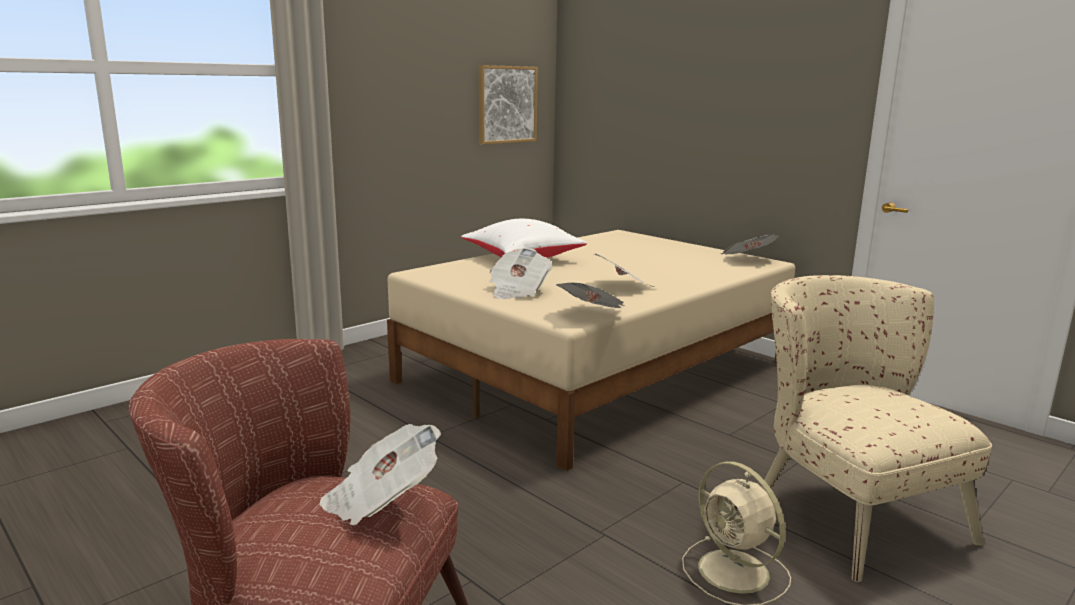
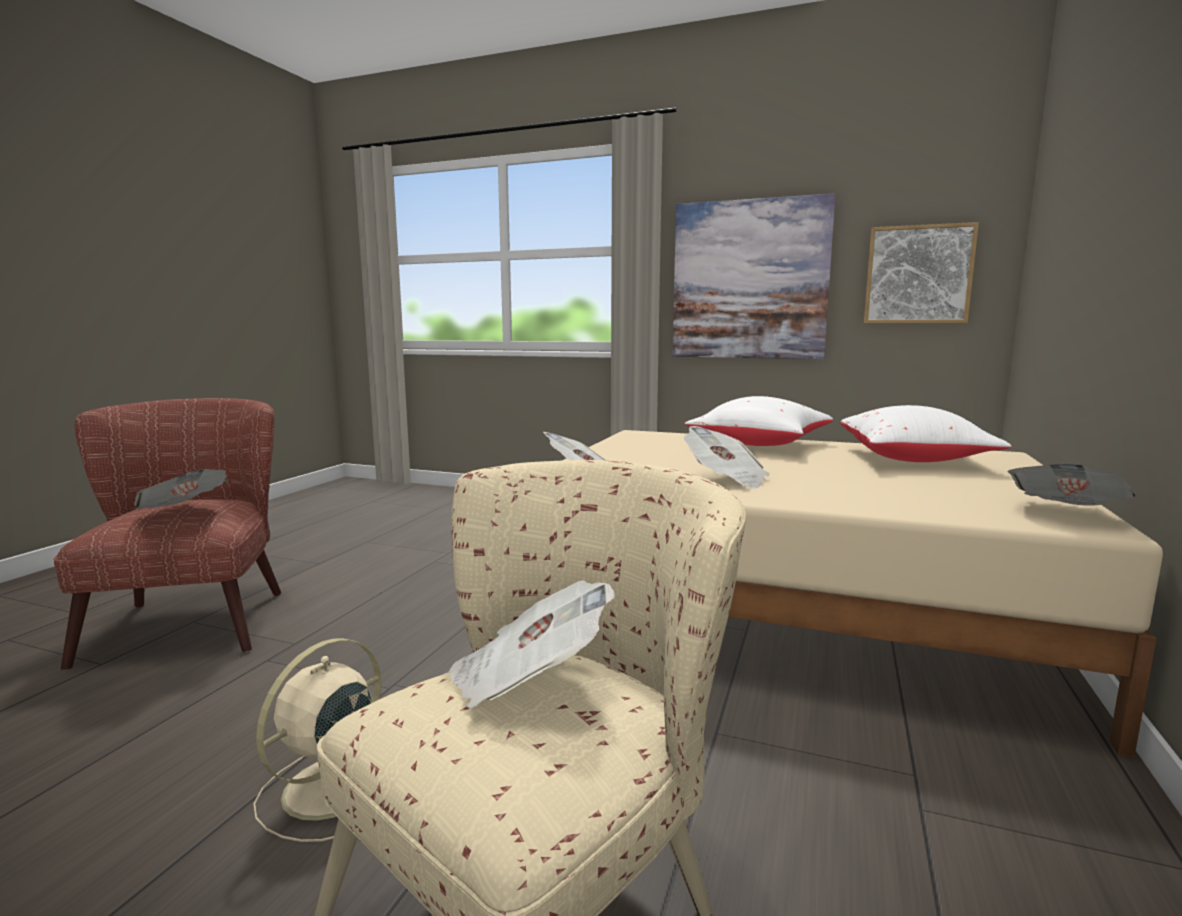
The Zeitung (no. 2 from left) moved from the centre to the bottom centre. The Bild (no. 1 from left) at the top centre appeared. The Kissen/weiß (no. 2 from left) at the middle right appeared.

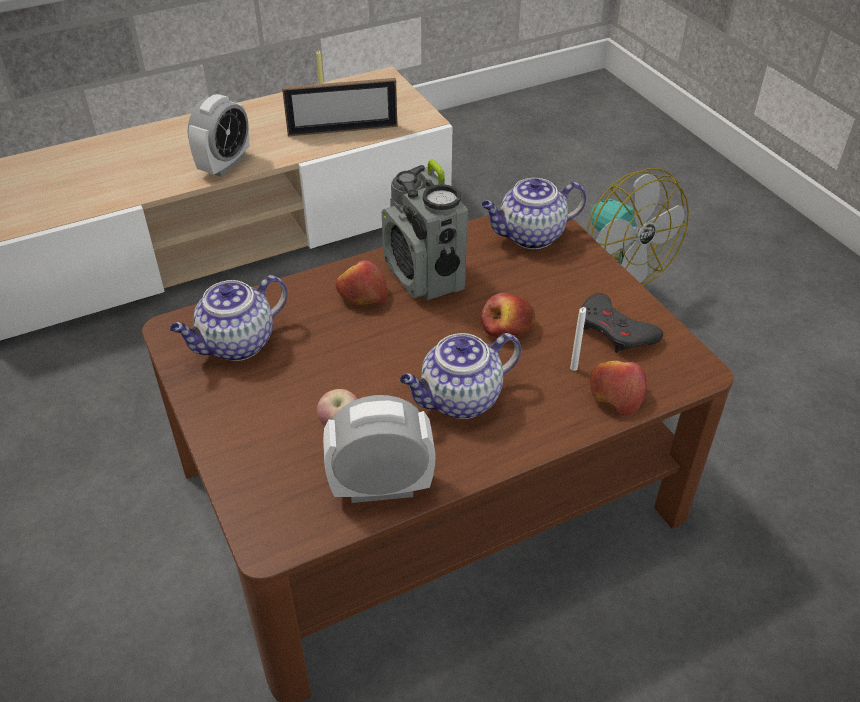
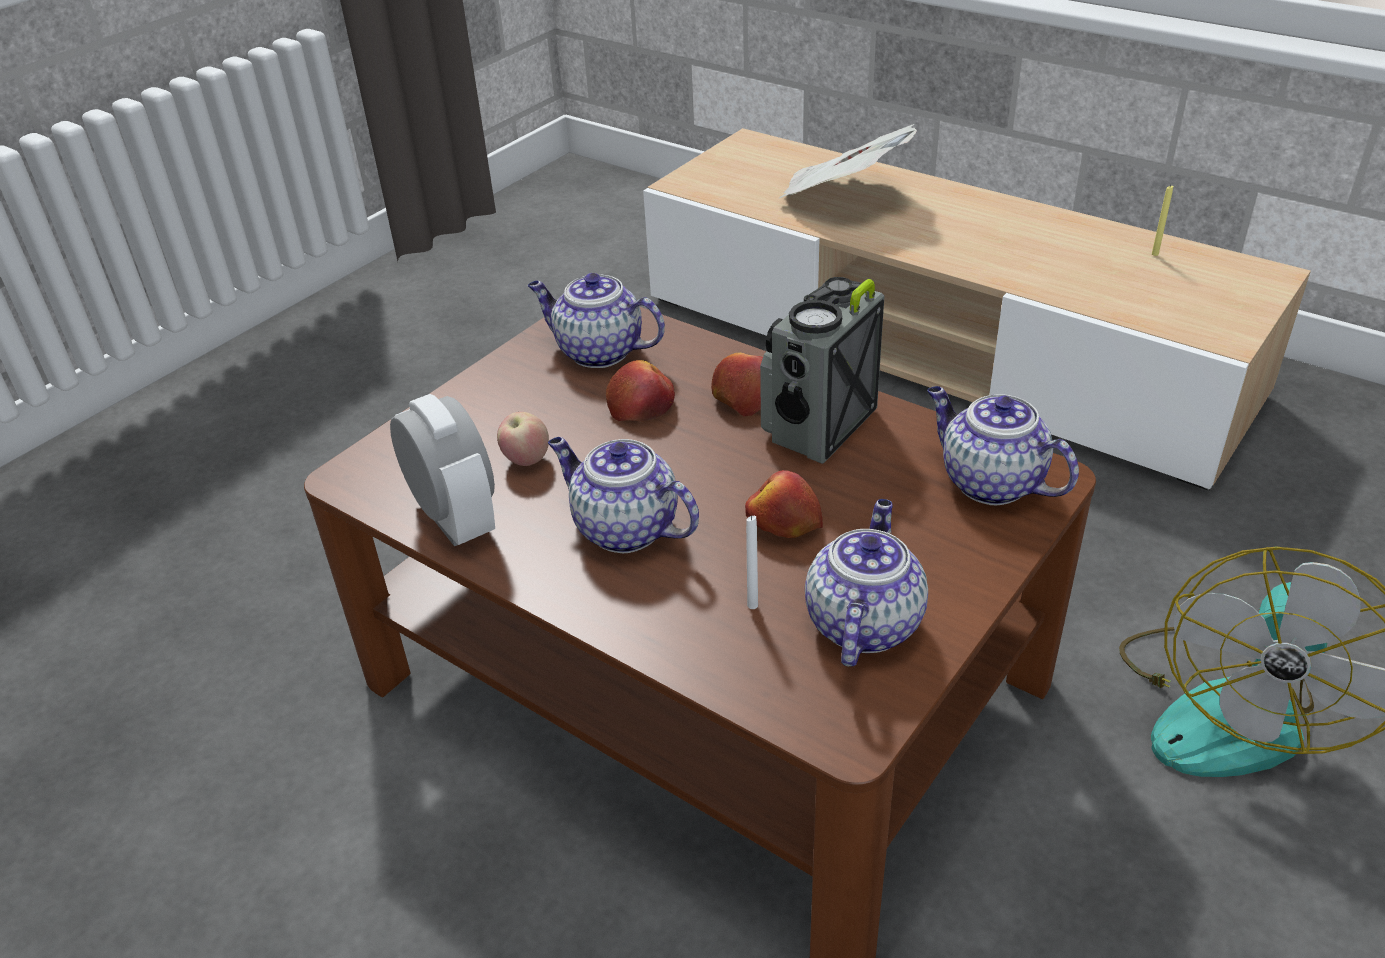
The Bilderrahmen at the top centre disappeared. The Wecker (no. 1 from left) at the top left disappeared. The Gamepad/grau at the middle right was replaced by the Teekanne (no. 3 from left) at the centre. The Apfel (no. 4 from left in the first image) moved from the middle right to the centre. The Zeitung at the top centre appeared.

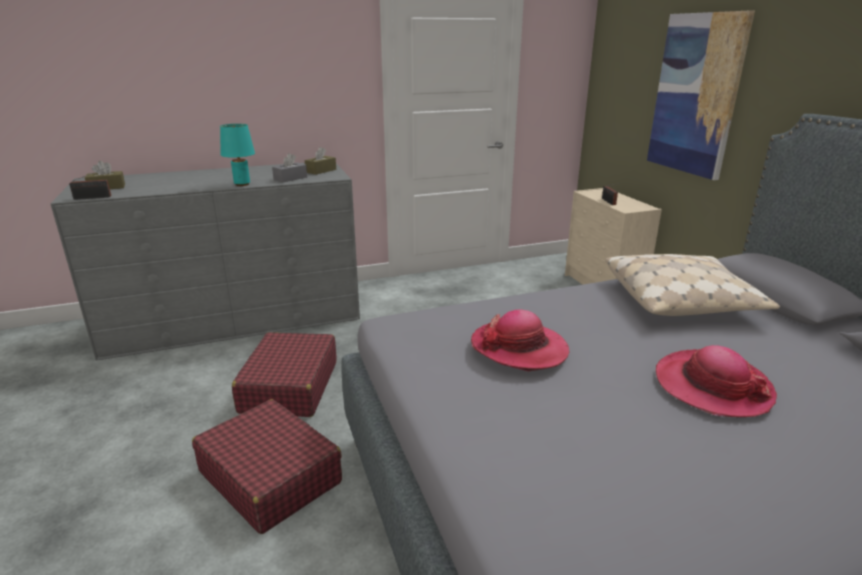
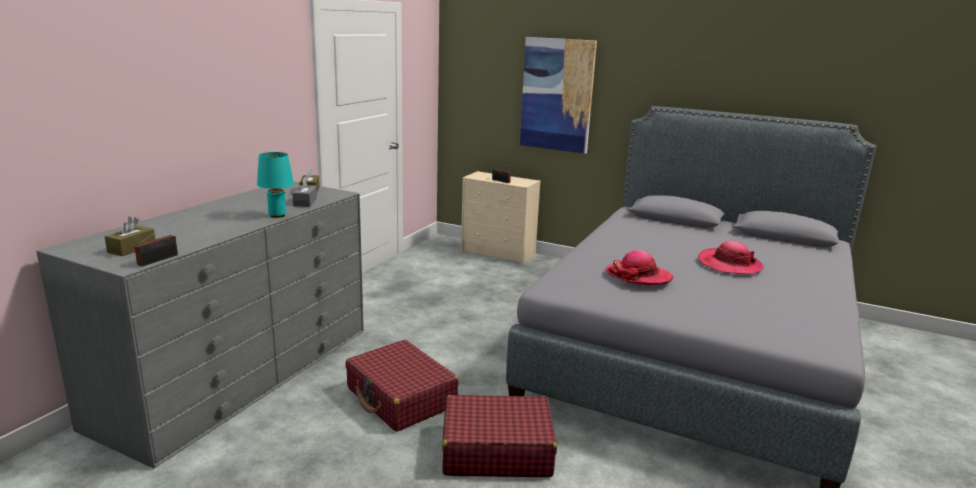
The Kissen/beige at the middle right disappeared.

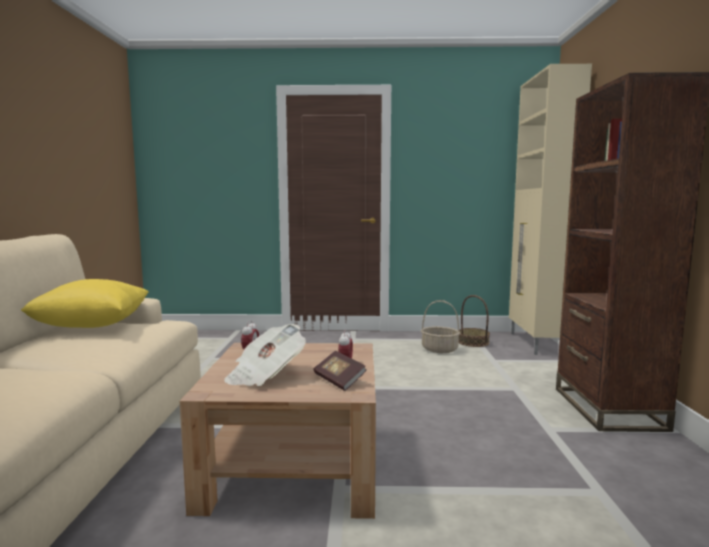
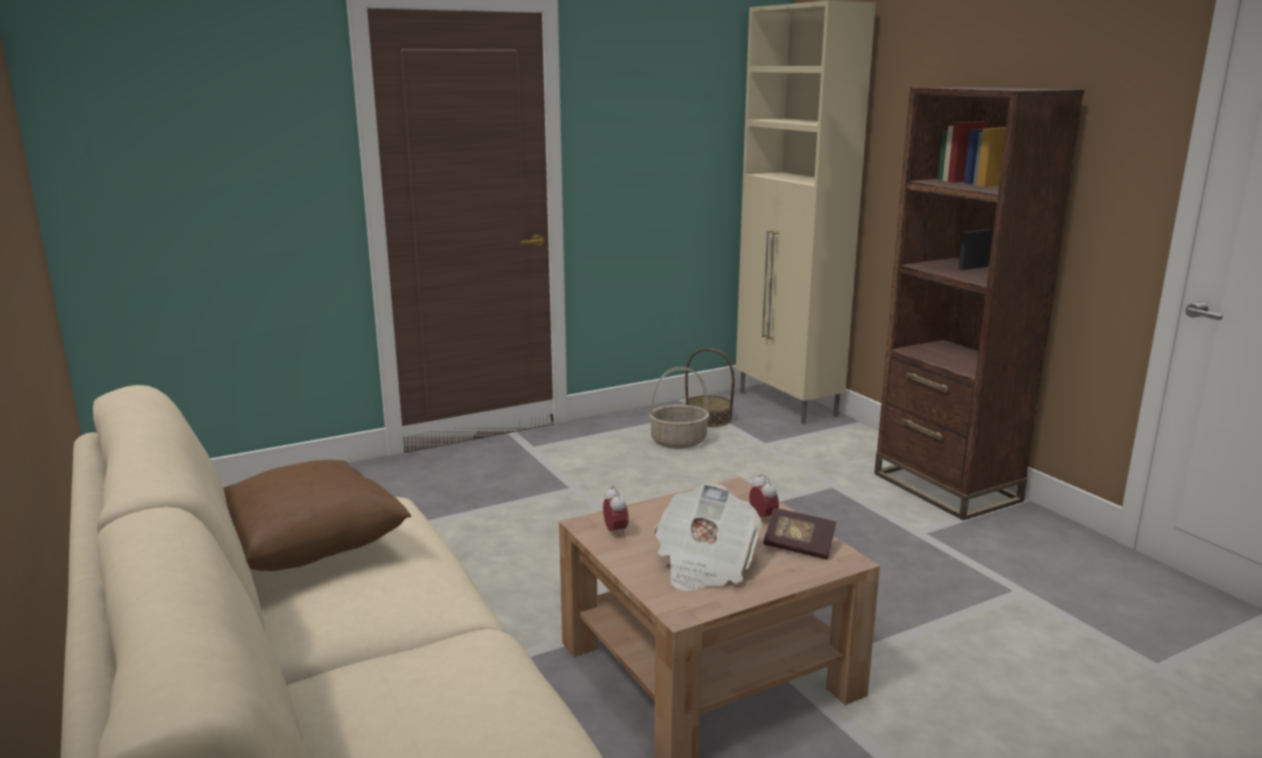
The Kissen/gelb at the middle left became the Kissen/braun at the bottom left.

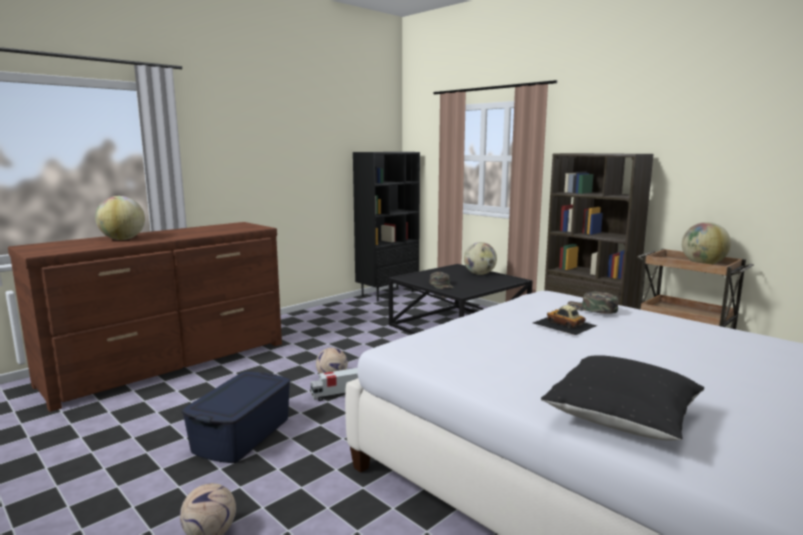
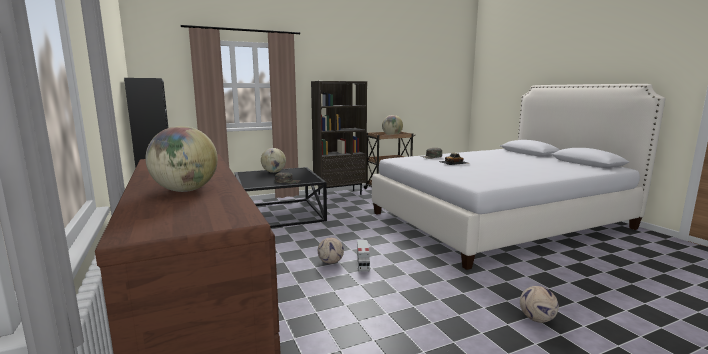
The Kissen/schwarz at the bottom right disappeared. The Aufbewahrungsbox/blau at the bottom left disappeared.

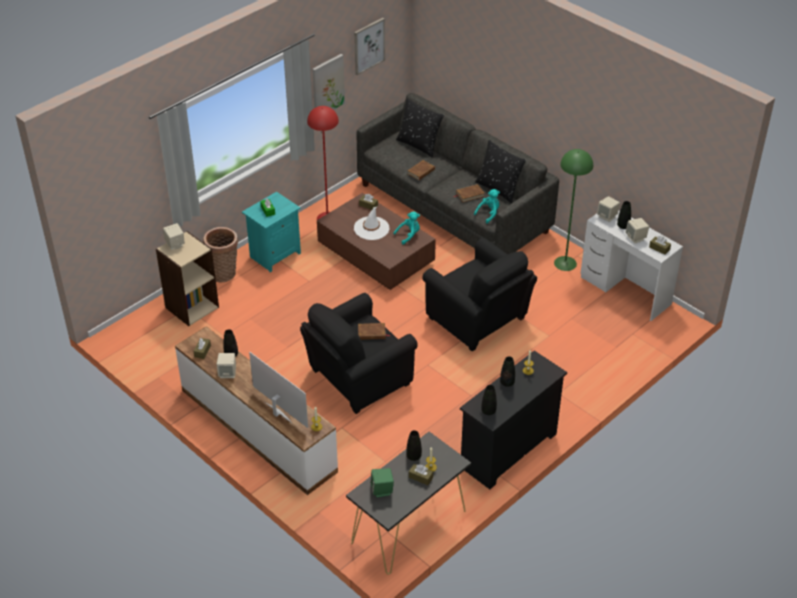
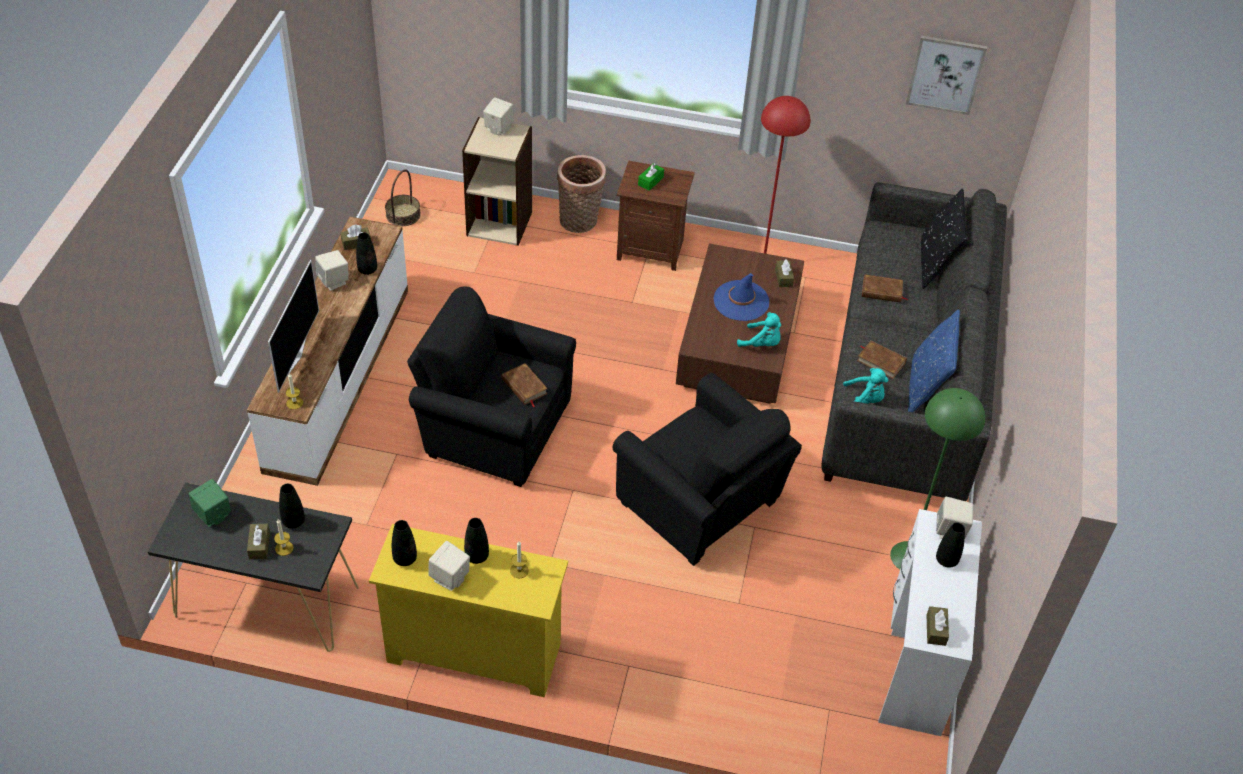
The Bild (no. 1 from left) at the top centre disappeared. The Kissen/schwarz (no. 2 from left) at the top centre became the Kissen/blau at the middle right. The Nachttisch/türkis at the centre became the Nachttisch/braun at the top centre. The Hut/weiß at the centre became the Hut/blau at the centre. The Lautsprecher/beige (no. 4 from left in the first image) moved from the middle right to the bottom centre. The Sessel/schwarz (no. 2 from left) at the centre turned 60 degrees counterclockwise. The Kommode/schwarz at the bottom centre became the Kommode/gelb at the bottom centre. The Korb (no. 1 from left) at the top left appeared.

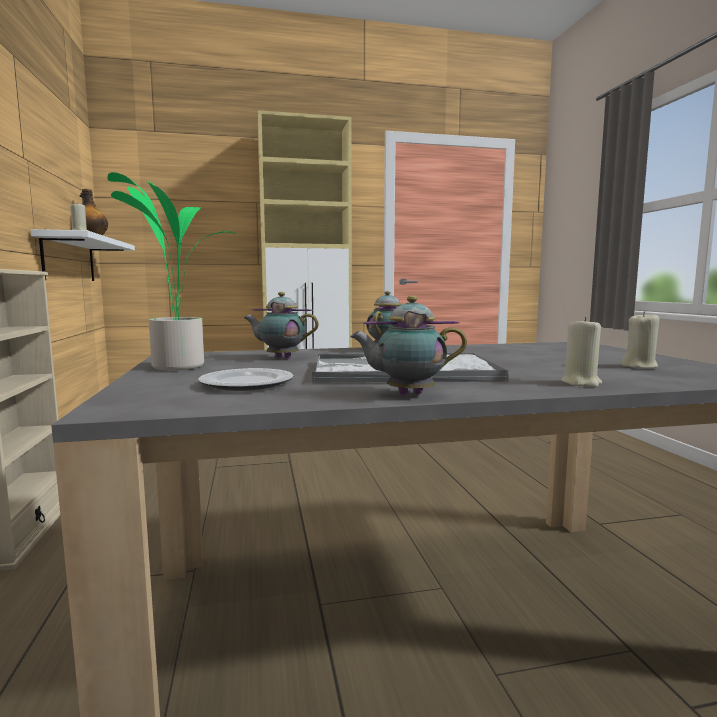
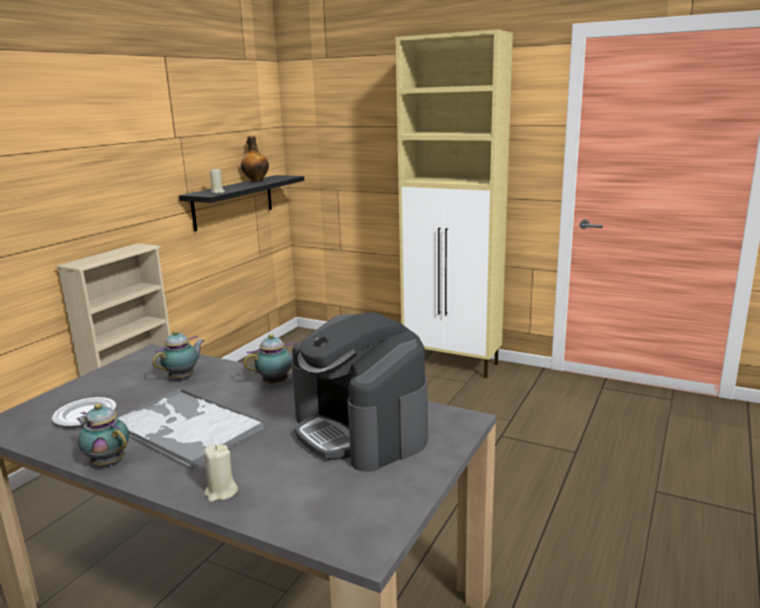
The Topfpflanze at the middle left disappeared. The Wandregal/weiß at the middle left became the Wandregal/schwarz at the middle left. The Teekanne (no. 1 from left in the first image) at the centre turned 75 degrees clockwise. The Kerze/beige (no. 3 from left) at the middle right disappeared. The Kaffeemaschine at the centre appeared.

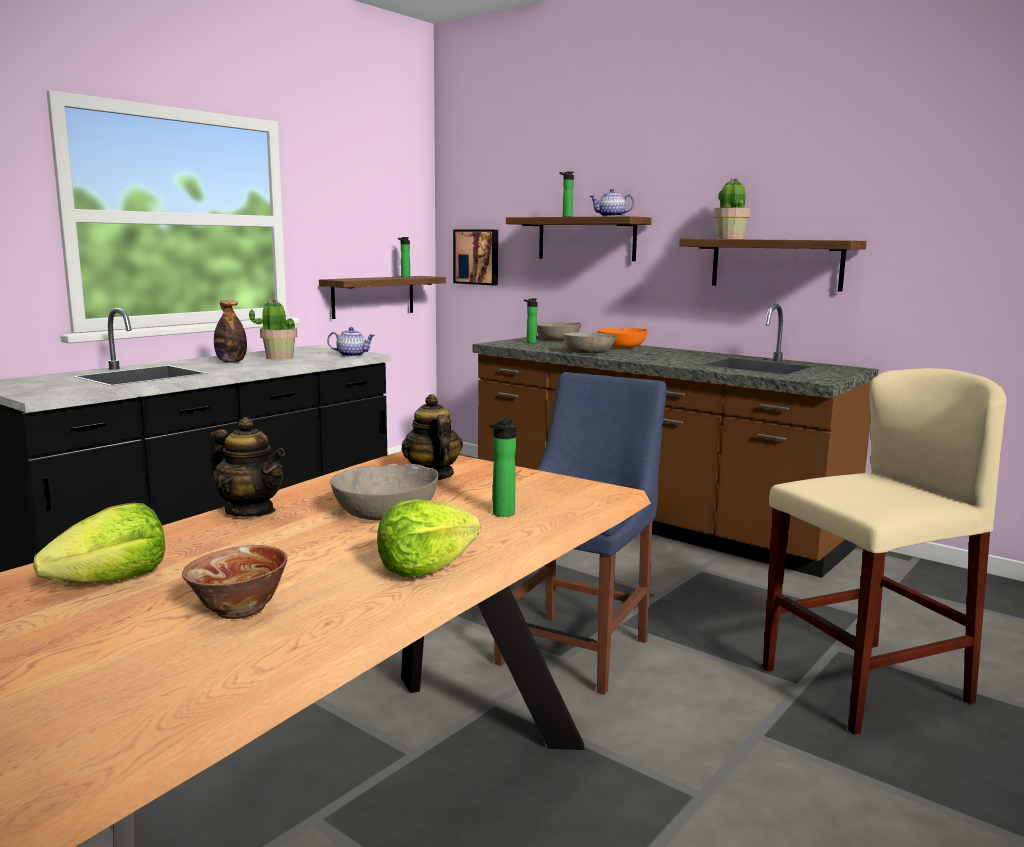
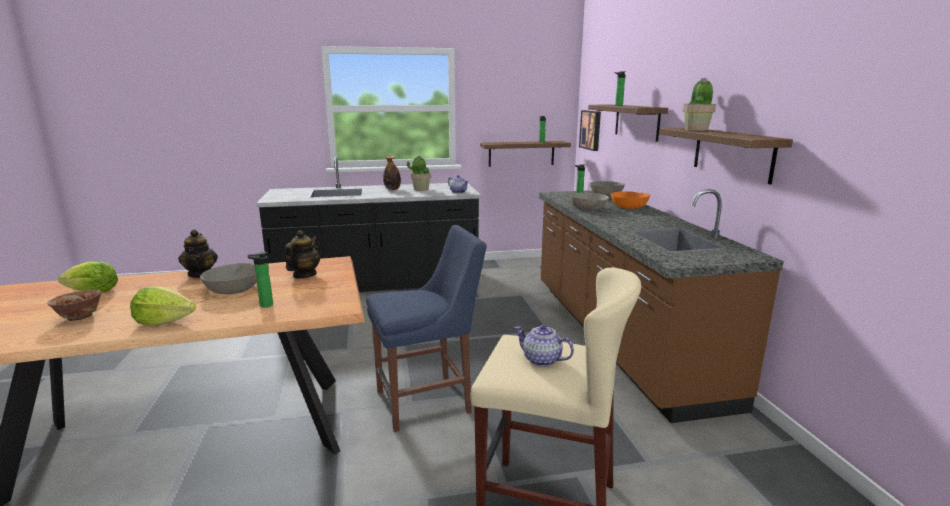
The Teekanne (no. 4 from left) moved from the top centre to the bottom centre.

